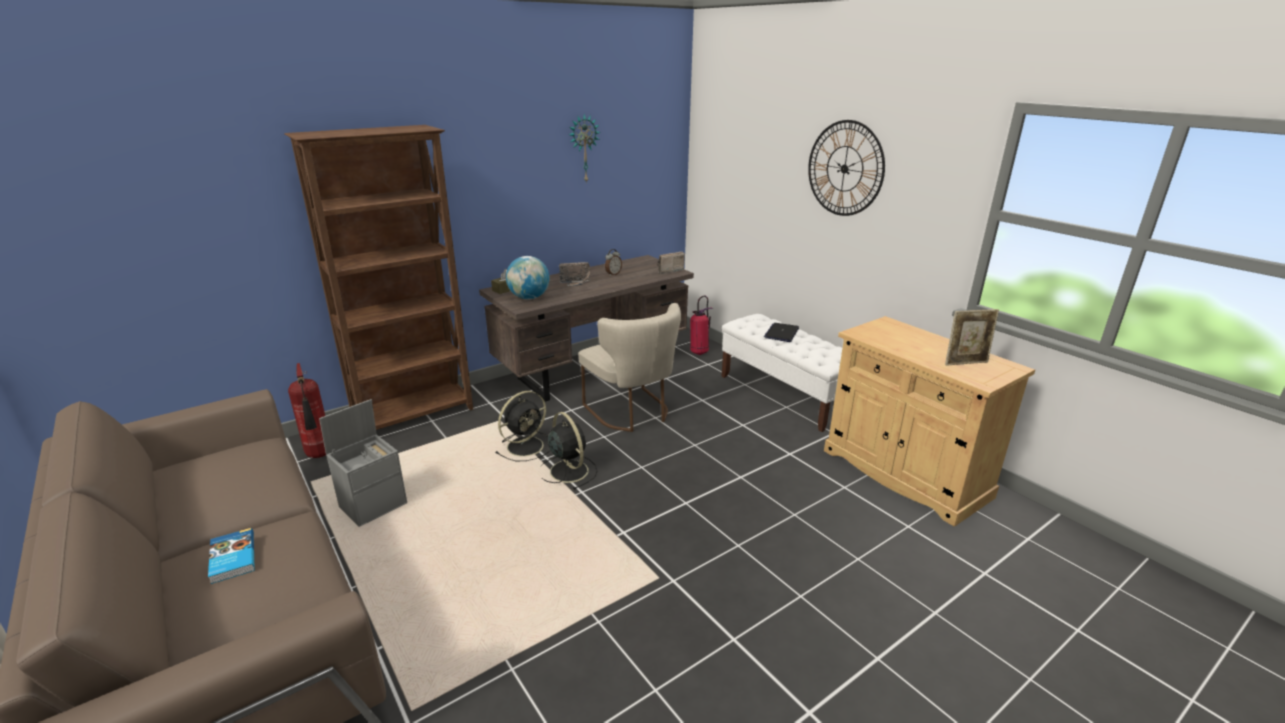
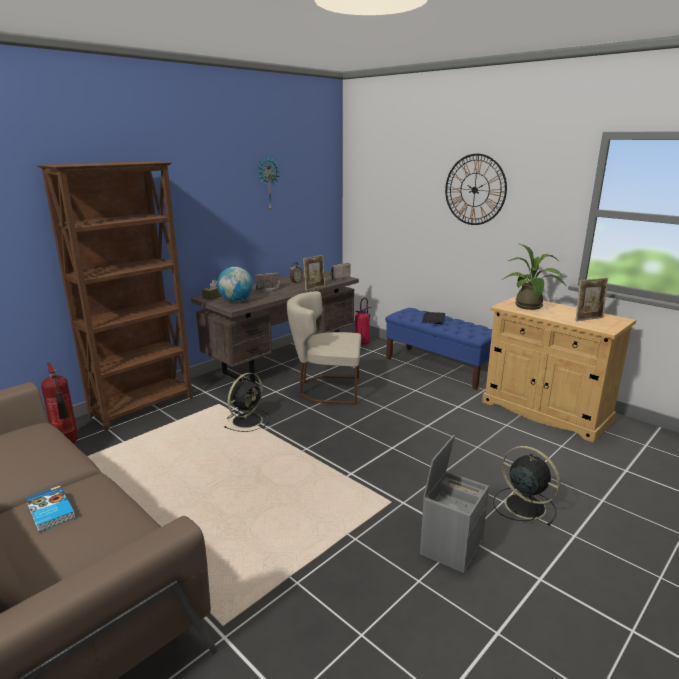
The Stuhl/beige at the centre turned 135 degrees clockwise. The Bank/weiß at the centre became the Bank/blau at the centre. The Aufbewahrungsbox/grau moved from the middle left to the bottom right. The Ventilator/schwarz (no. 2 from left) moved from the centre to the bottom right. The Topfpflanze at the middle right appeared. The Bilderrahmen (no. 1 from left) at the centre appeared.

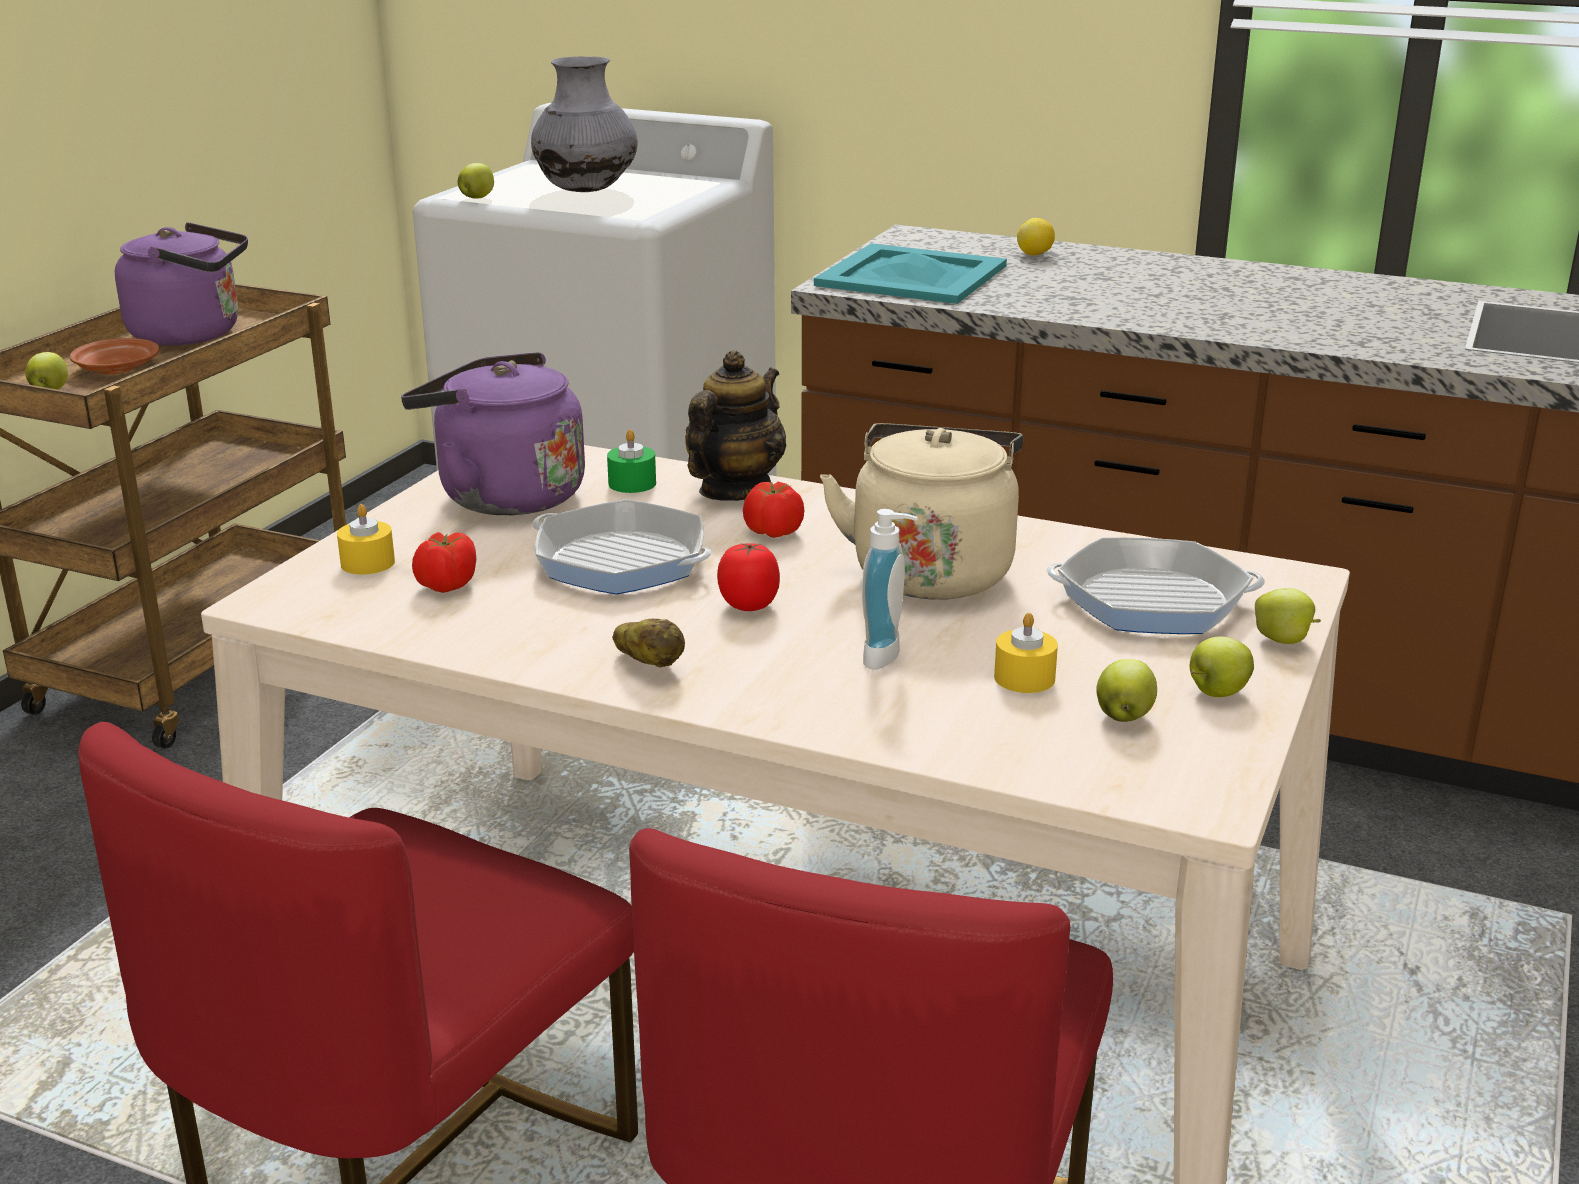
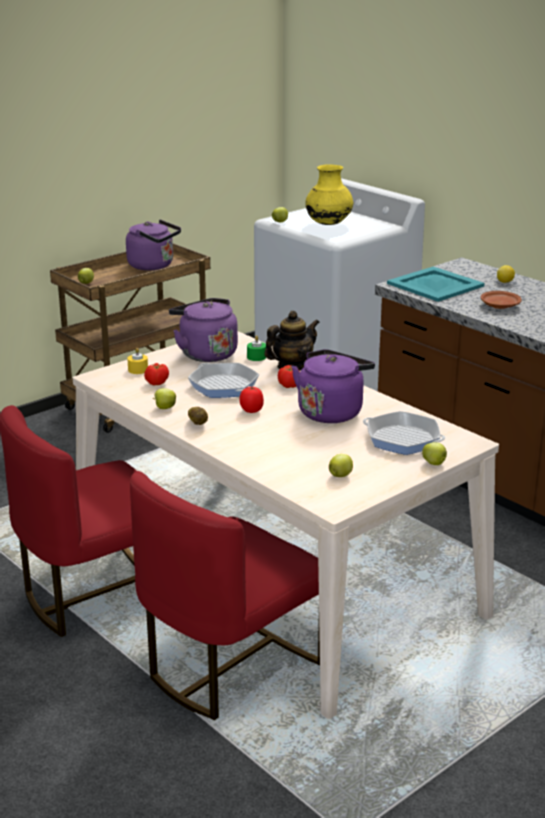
The Vase/grau at the top centre became the Vase/gelb at the top centre. The Teller/braun moved from the top left to the middle right. The Wasserkessel/beige at the centre became the Wasserkessel/lila (no. 3 from left) at the centre. The Seifenspender at the centre disappeared. The Kerze/gelb (no. 2 from left) at the centre disappeared. The Apfel (no. 4 from left in the first image) moved from the middle right to the middle left.

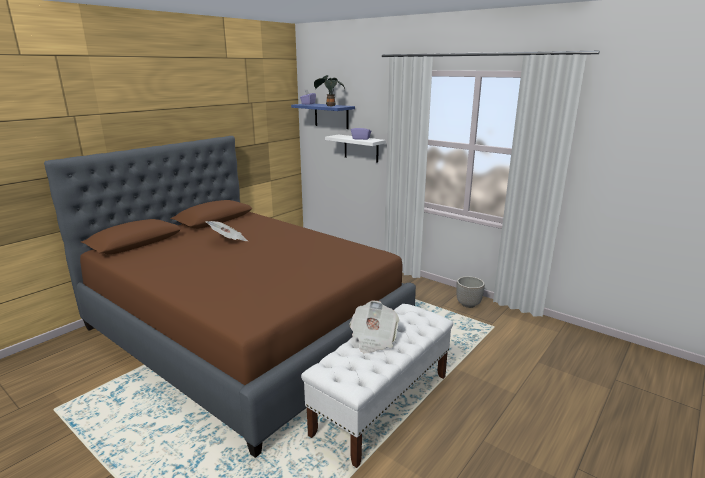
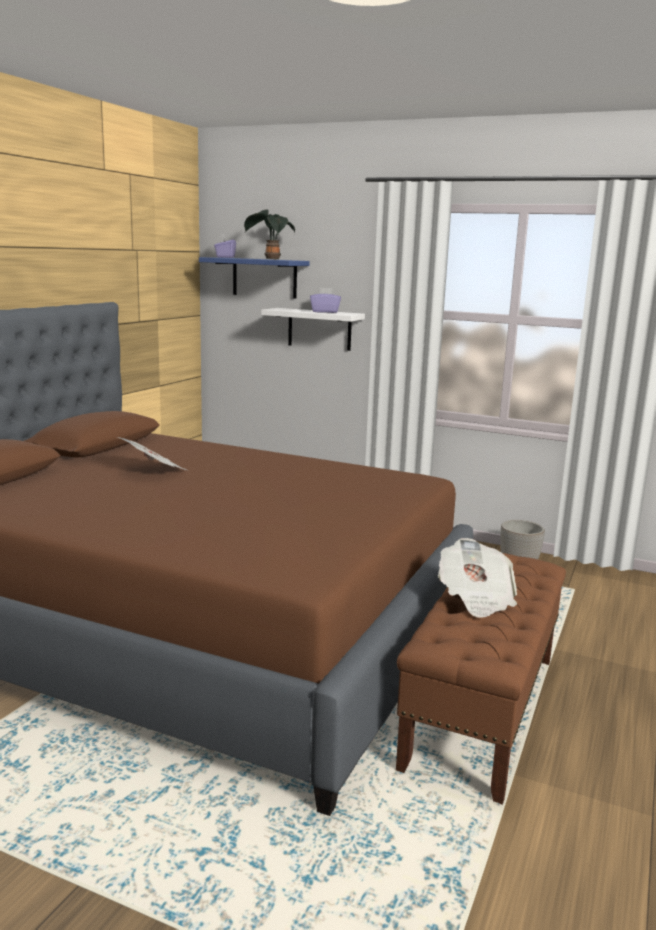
The Bank/weiß at the bottom centre became the Bank/braun at the bottom right.

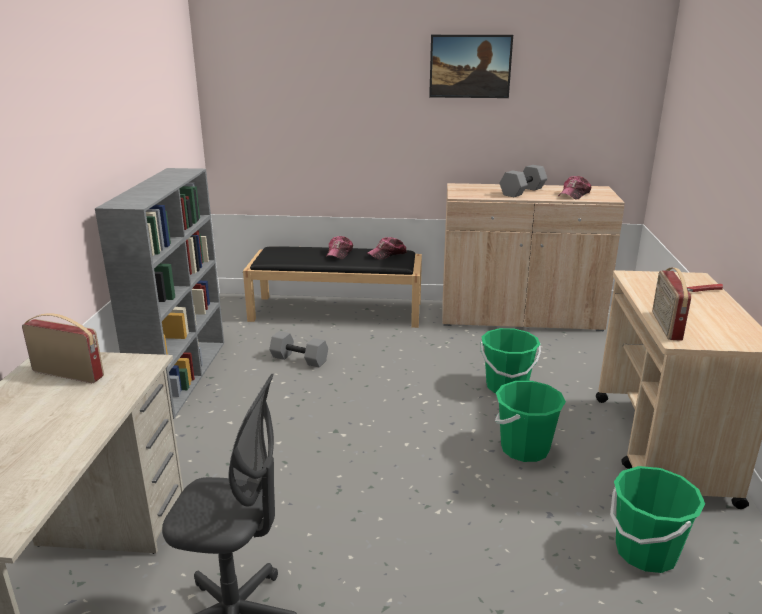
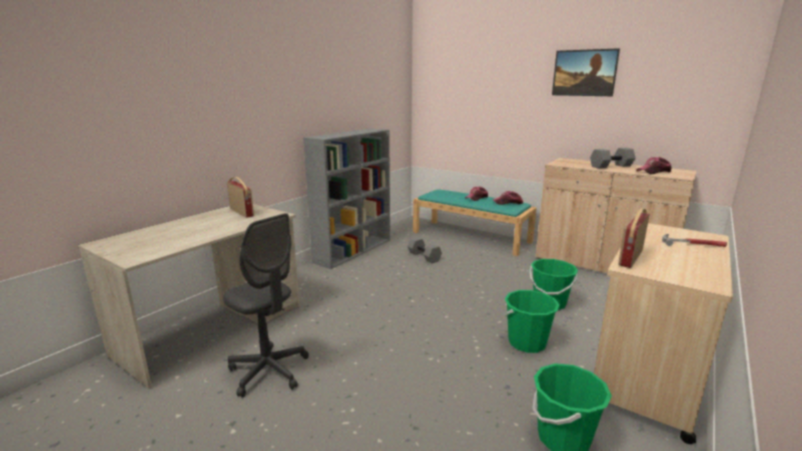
The Bank/schwarz at the centre became the Bank/türkis at the centre.

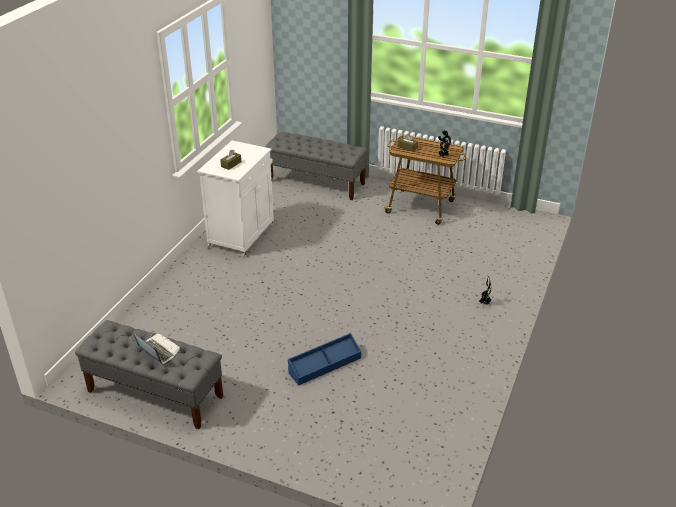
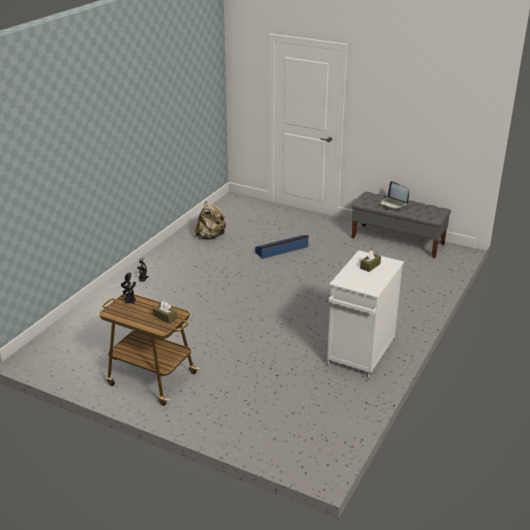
The Bank/grau (no. 2 from left) at the top centre disappeared. The Rucksack/beige at the centre appeared.

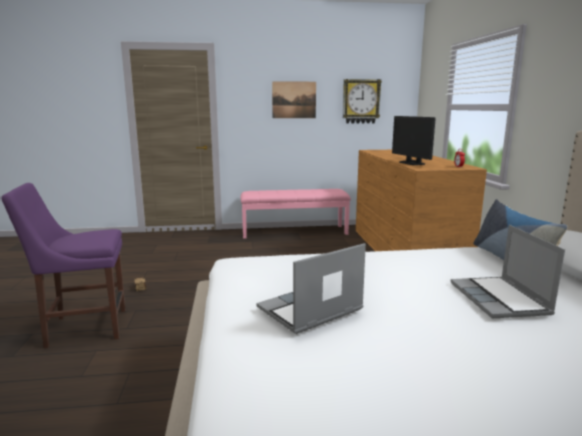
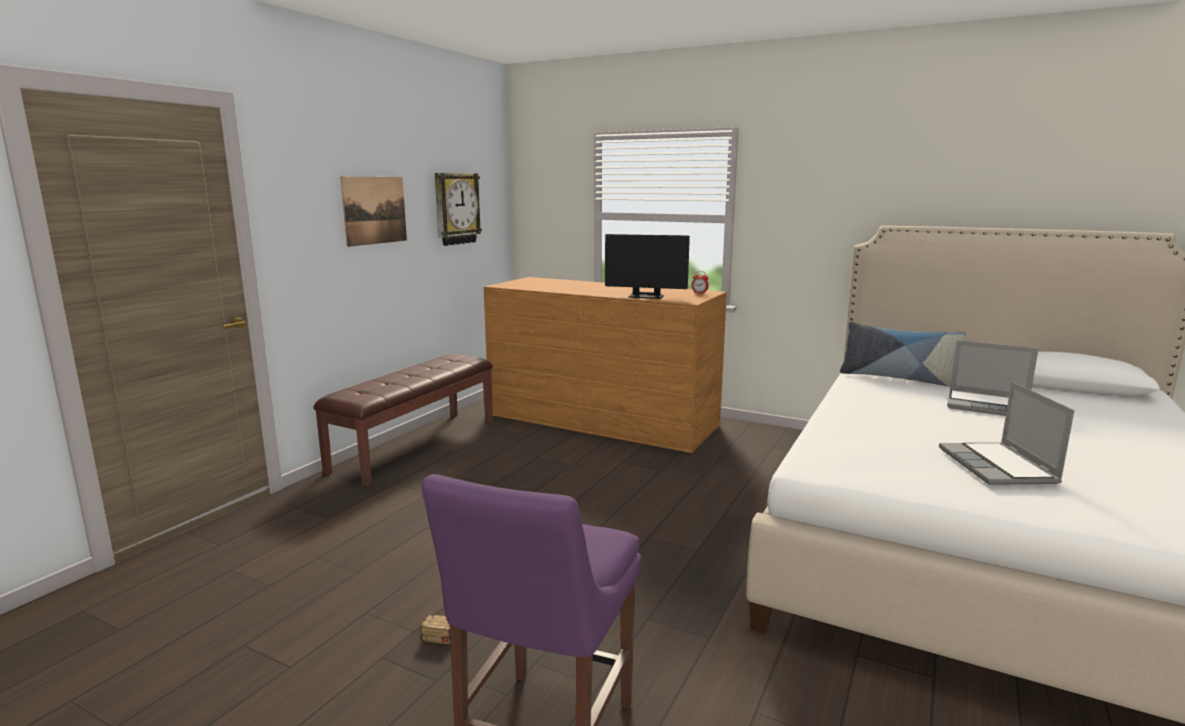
The Bank/rosa at the centre became the Bank/braun at the centre.

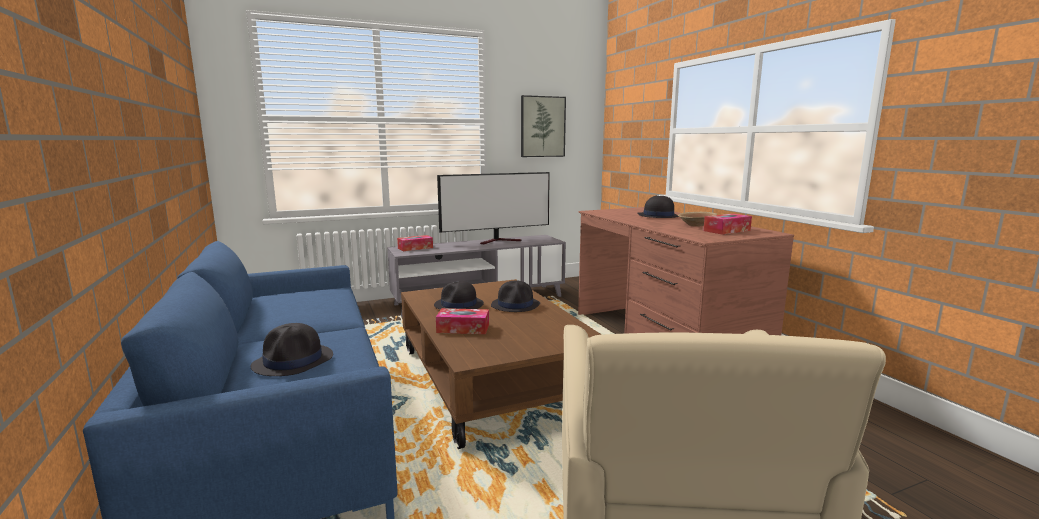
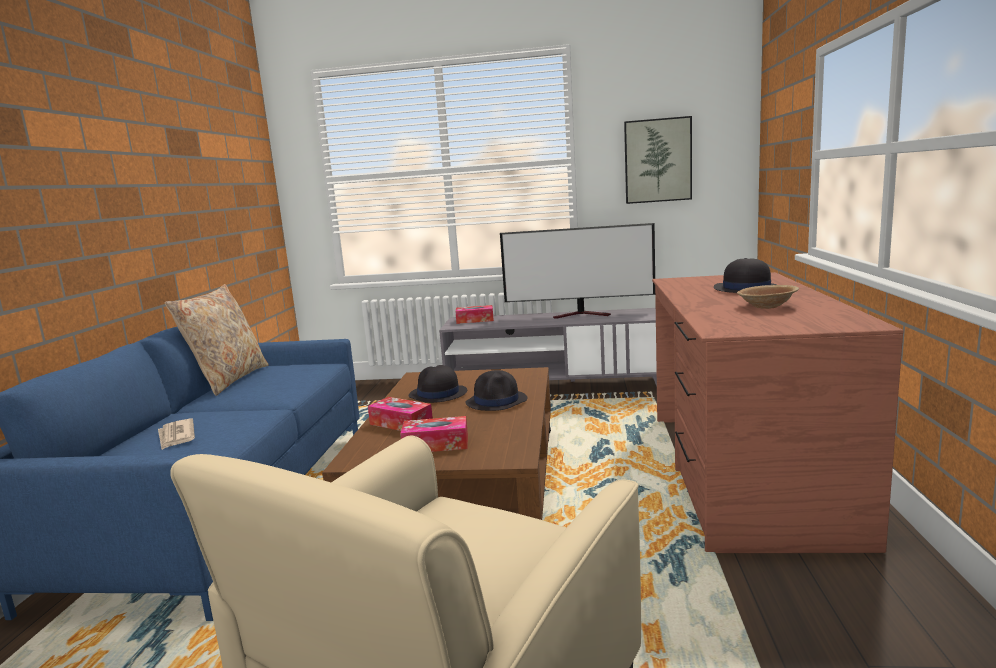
The Taschentuchbox (no. 3 from left in the first image) moved from the middle right to the centre. The Hut/schwarz (no. 1 from left) at the bottom left was replaced by the Zeitung at the middle left. The Kissen/beige at the middle left appeared.

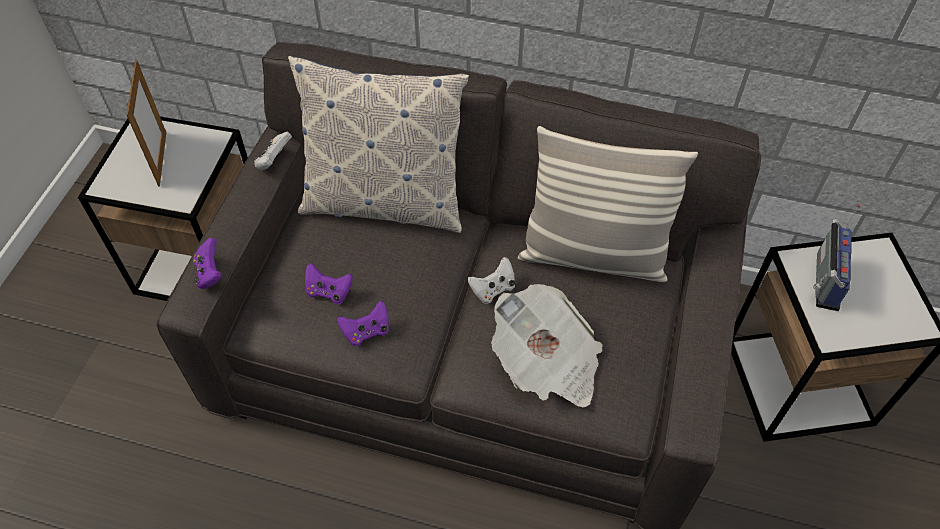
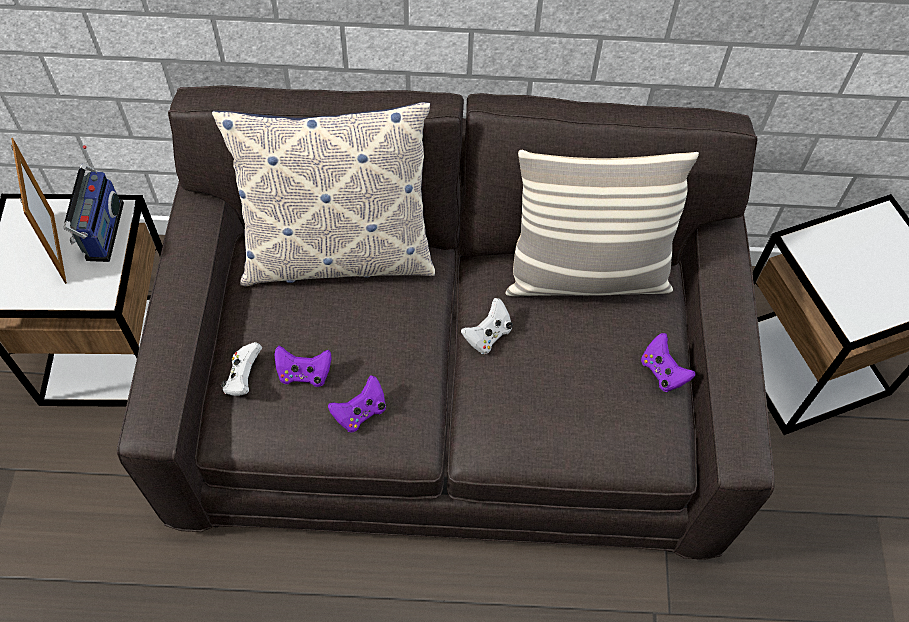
The Gamepad/weiß (no. 1 from left) moved from the top left to the middle left. The Radio moved from the middle right to the top left. The Gamepad/lila (no. 1 from left in the first image) moved from the middle left to the middle right. The Zeitung at the centre disappeared.

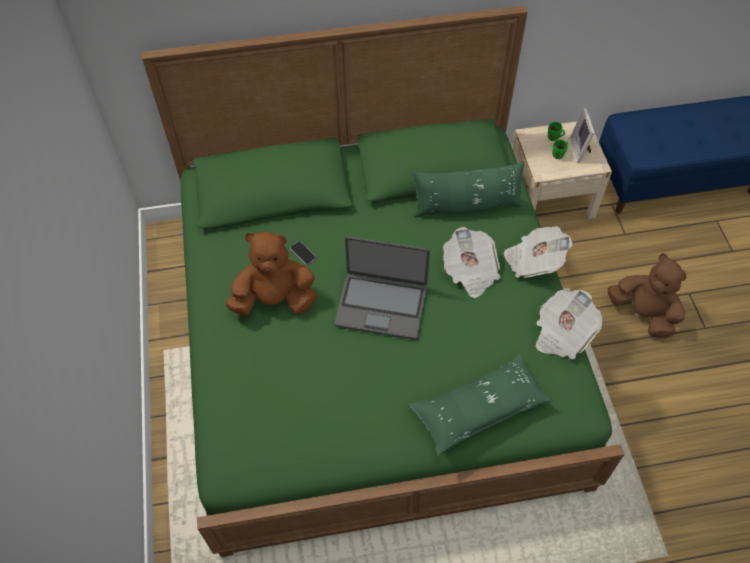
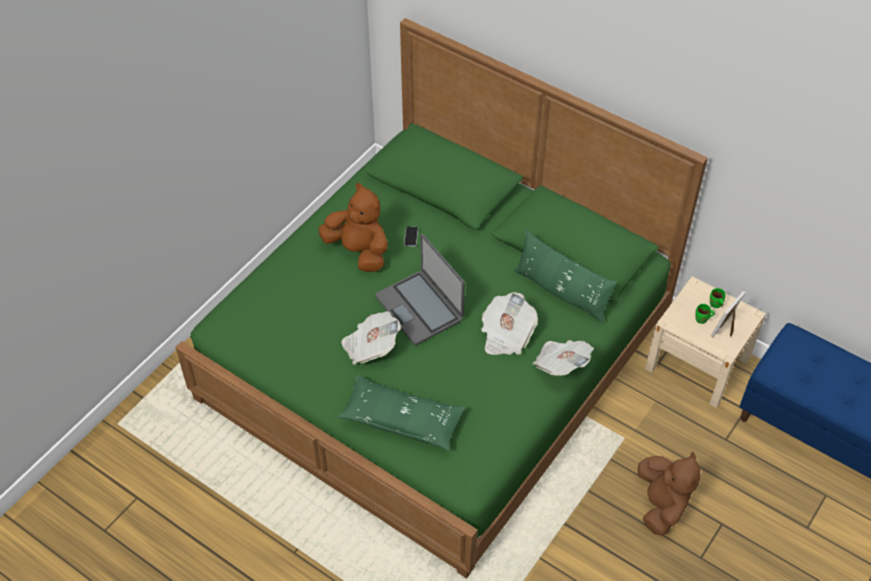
The Zeitung (no. 3 from left in the first image) moved from the middle right to the centre.

